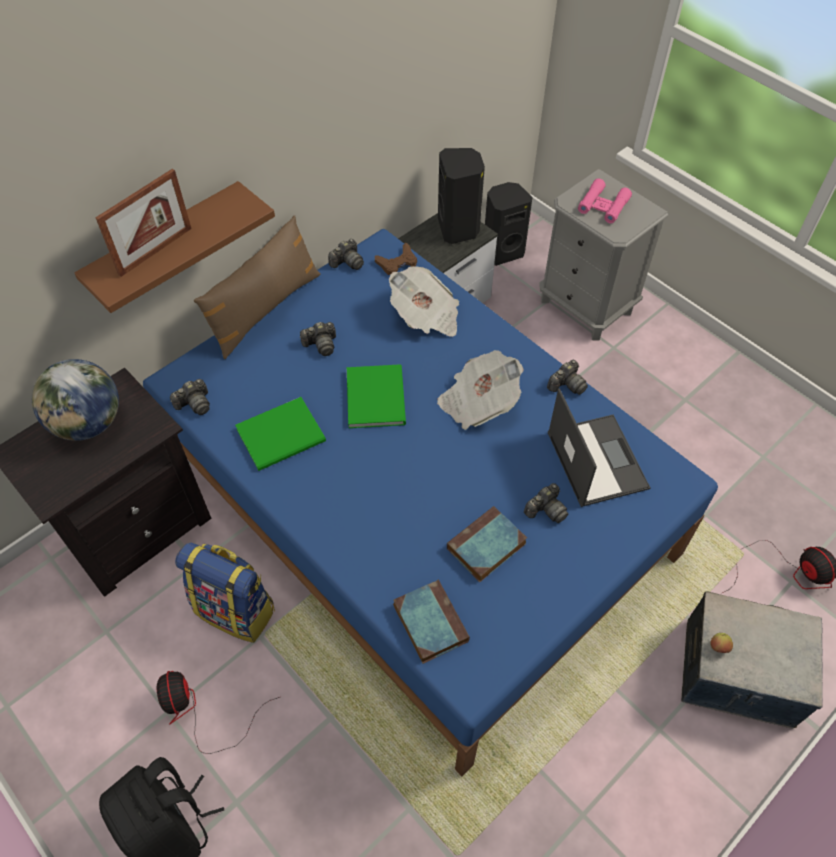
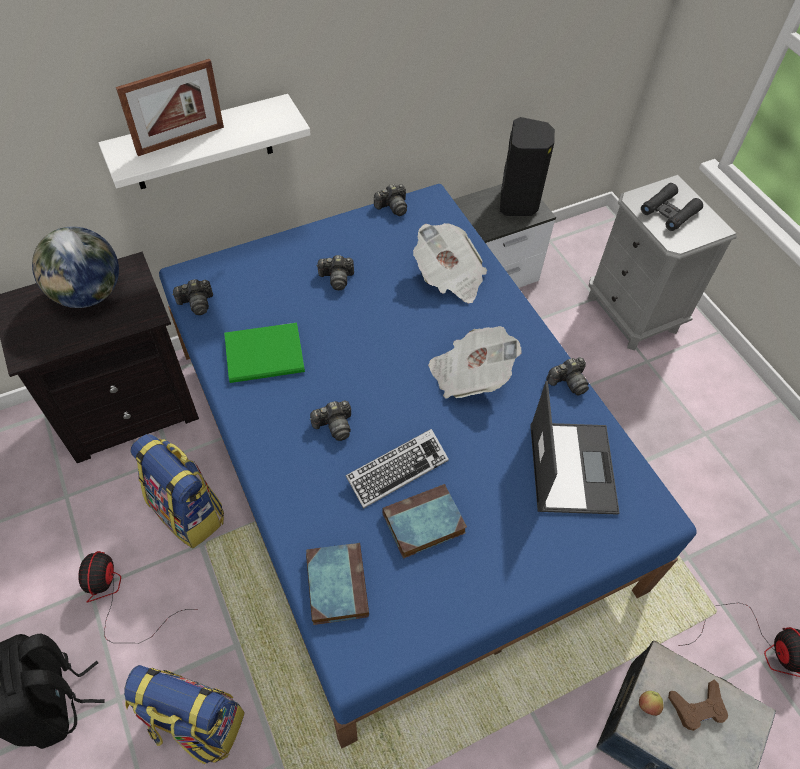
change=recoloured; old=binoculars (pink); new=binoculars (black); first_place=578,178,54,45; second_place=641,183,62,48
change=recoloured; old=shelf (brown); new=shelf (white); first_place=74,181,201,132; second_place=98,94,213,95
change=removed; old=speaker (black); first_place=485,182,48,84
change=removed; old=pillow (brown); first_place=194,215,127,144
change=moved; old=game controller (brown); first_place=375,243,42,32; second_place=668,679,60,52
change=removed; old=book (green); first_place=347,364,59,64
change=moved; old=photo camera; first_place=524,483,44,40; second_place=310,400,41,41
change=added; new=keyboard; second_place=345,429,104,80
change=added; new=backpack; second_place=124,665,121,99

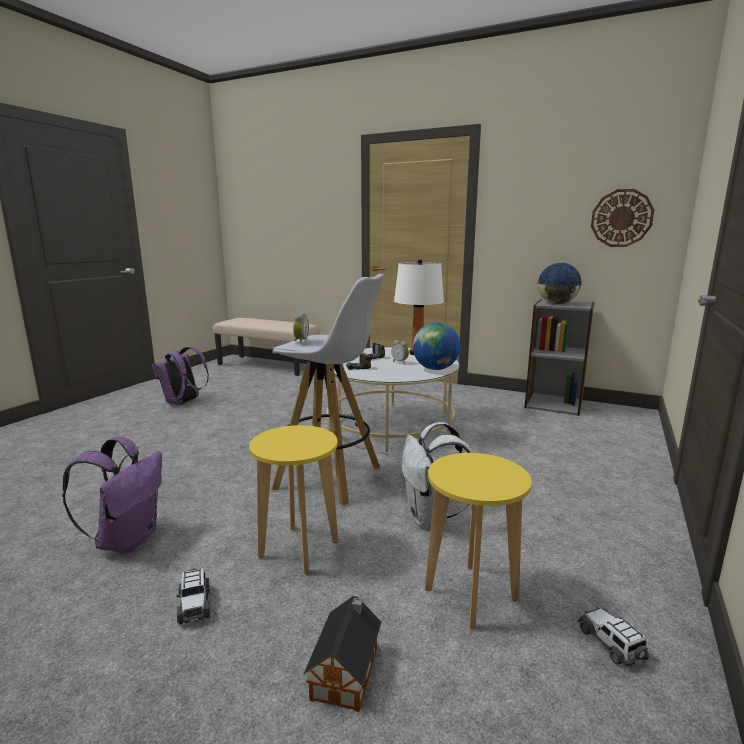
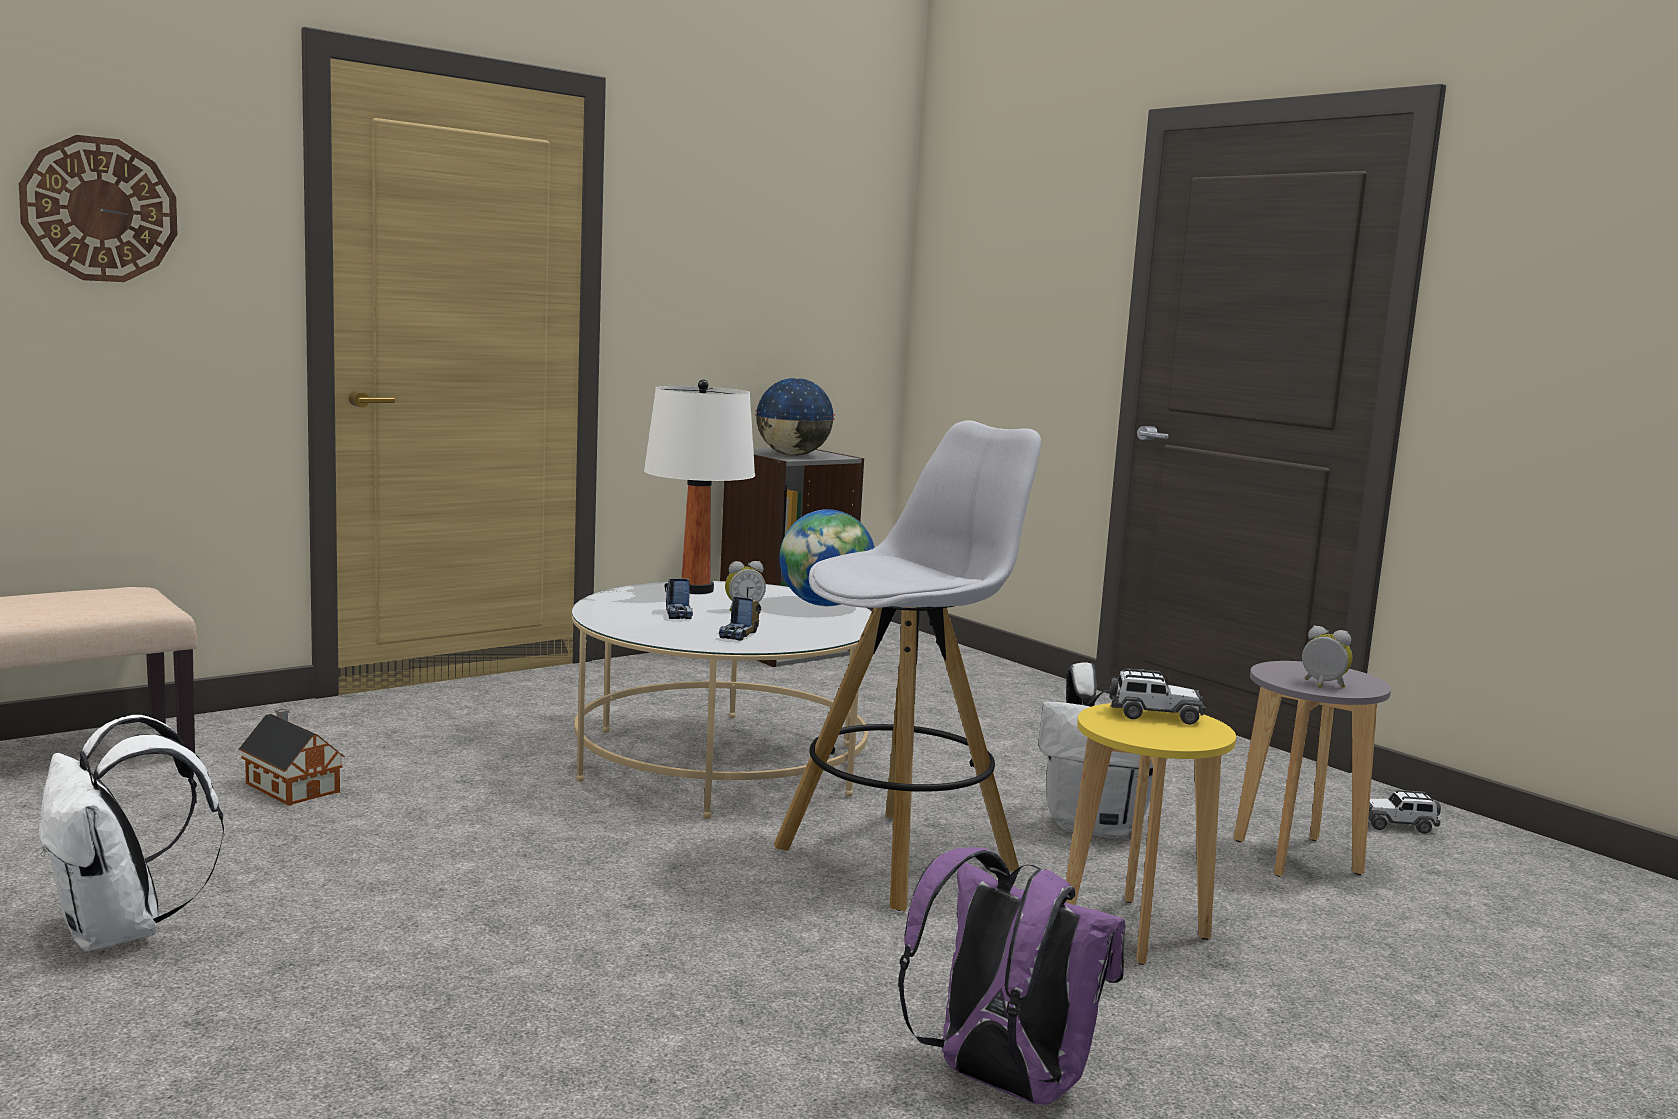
change=moved; old=wall clock; first_place=591,189,63,58; second_place=19,135,158,147
change=moved; old=alarm clock; first_place=293,312,16,31; second_place=1302,626,50,62
change=recoloured; old=backpack (purple); new=backpack (white); first_place=152,347,57,58; second_place=39,715,185,236
change=recoloured; old=stool (yellow); new=stool (grey); first_place=425,453,107,177; second_place=1233,661,158,216
change=moved; old=toy car; first_place=177,568,33,57; second_place=1109,668,96,56
change=moved; old=toy house; first_place=304,596,78,116; second_place=239,708,106,98

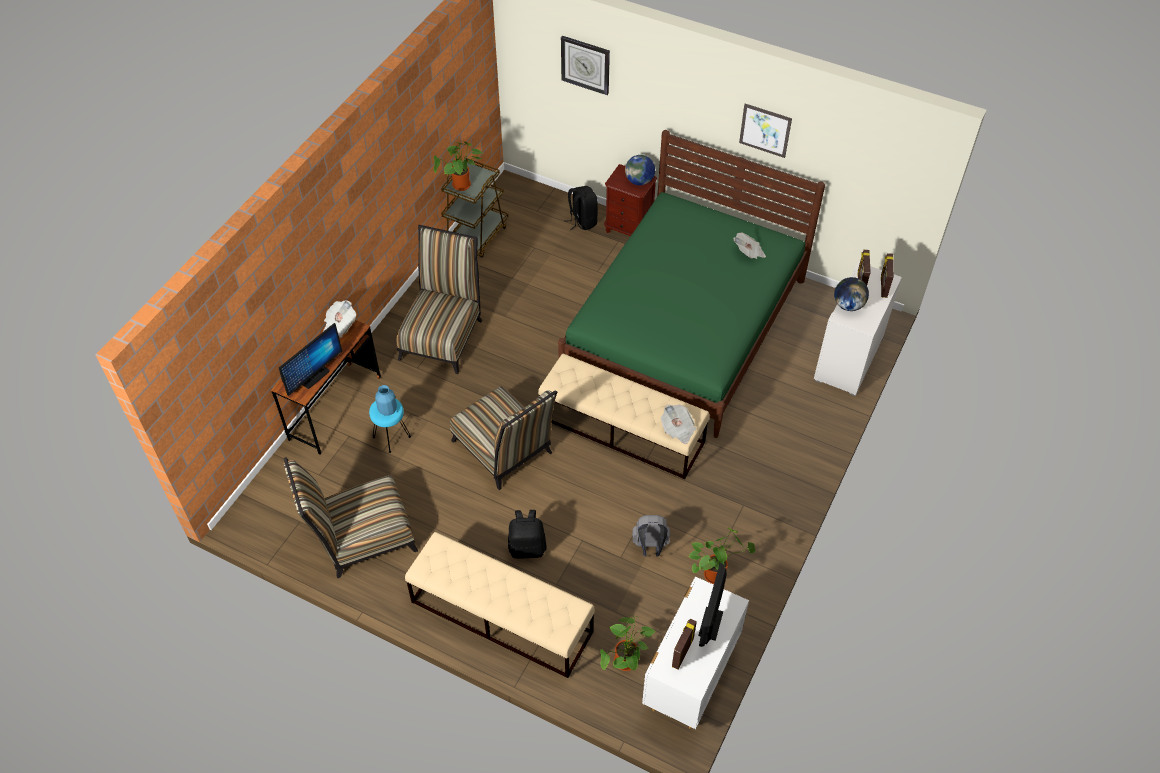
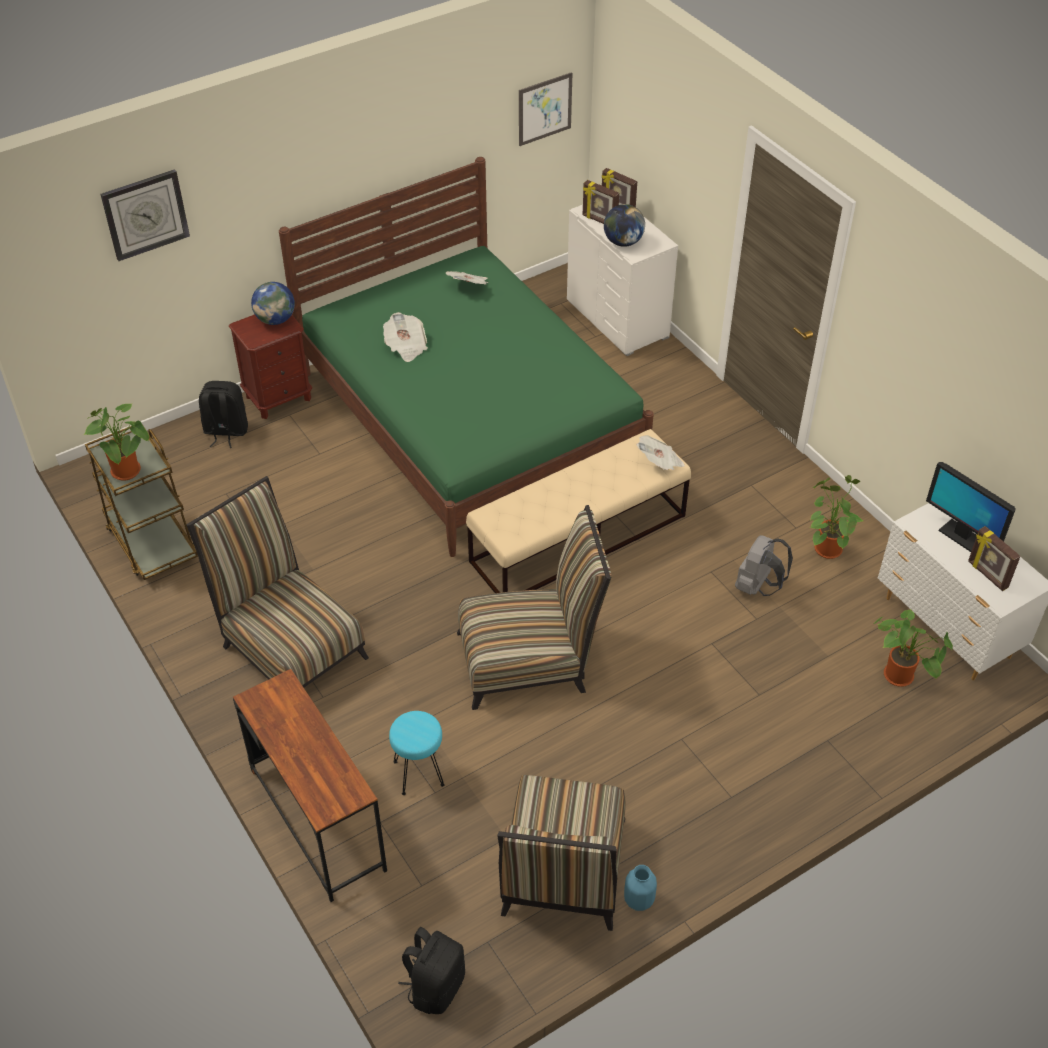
change=moved; old=picture; first_place=739,104,53,54; second_place=519,72,53,74
change=moved; old=newspaper; first_place=323,300,33,38; second_place=383,312,45,50
change=removed; old=monitor; first_place=279,323,63,73
change=moved; old=vase (blue); first_place=375,385,22,31; second_place=624,865,33,46
change=moved; old=backpack (black); first_place=508,510,39,49; second_place=398,927,67,87
change=removed; old=bench (beige); first_place=405,532,190,146

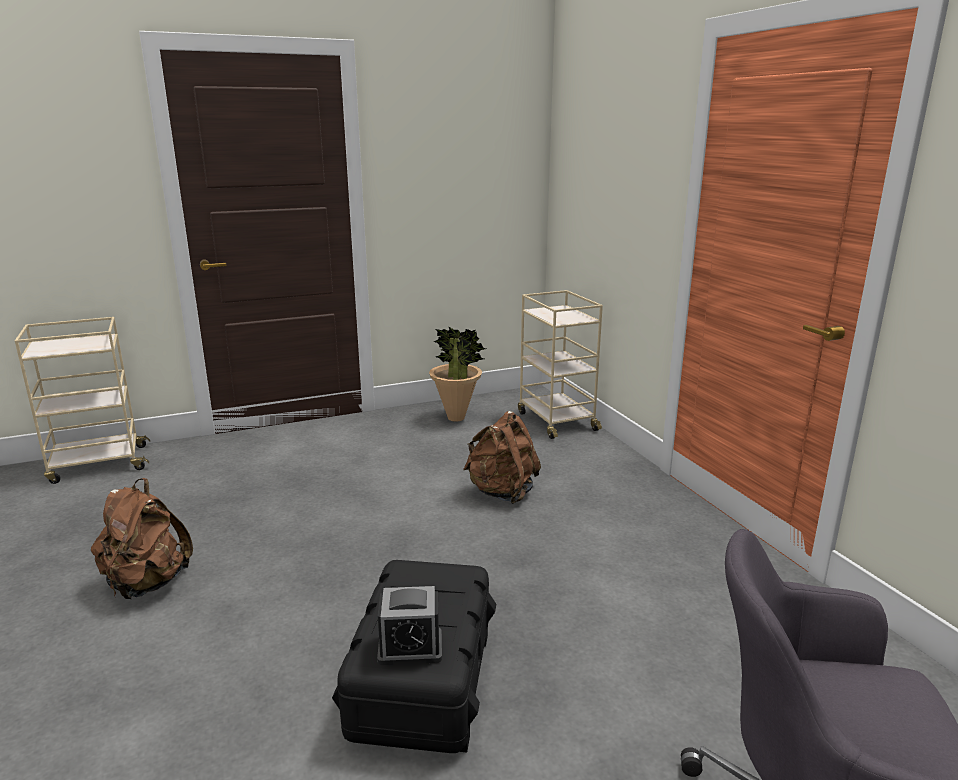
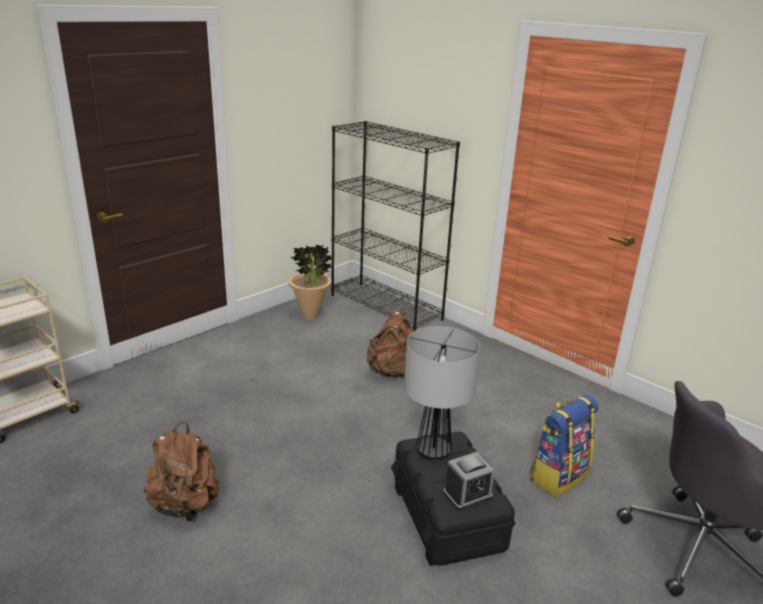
change=replaced; old=cart (beige); new=bookcase (black); first_place=518,290,85,149; second_place=331,121,129,211
change=added; new=table lamp; second_place=404,326,76,133
change=added; new=backpack; second_place=530,394,68,103

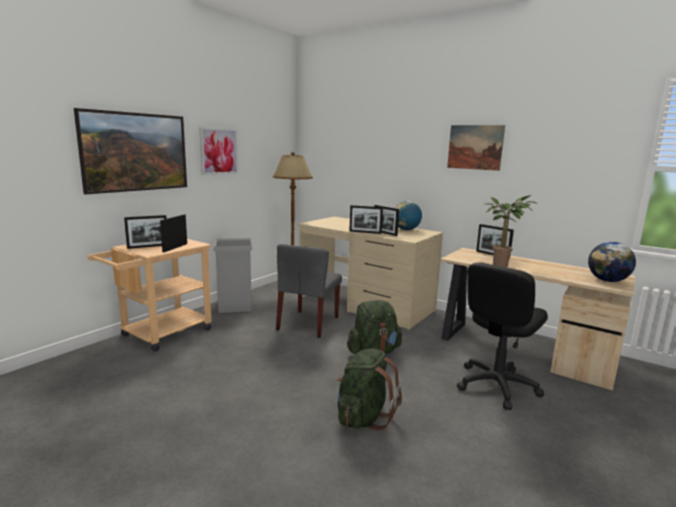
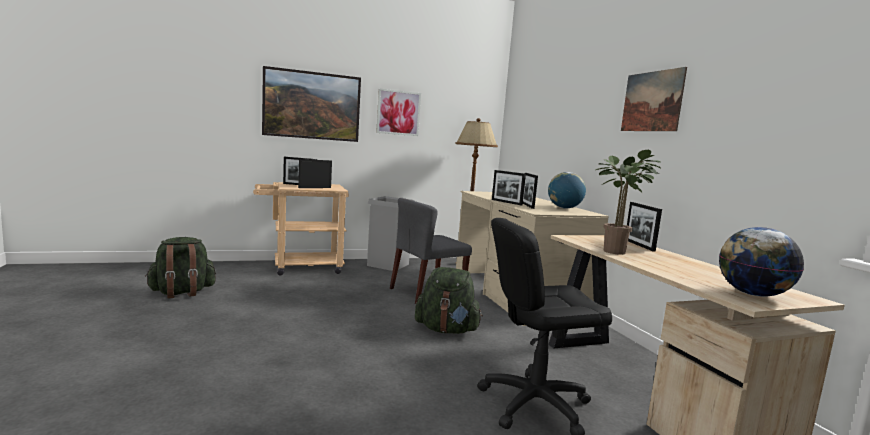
change=moved; old=backpack (green); first_place=337,348,65,83; second_place=145,237,71,62

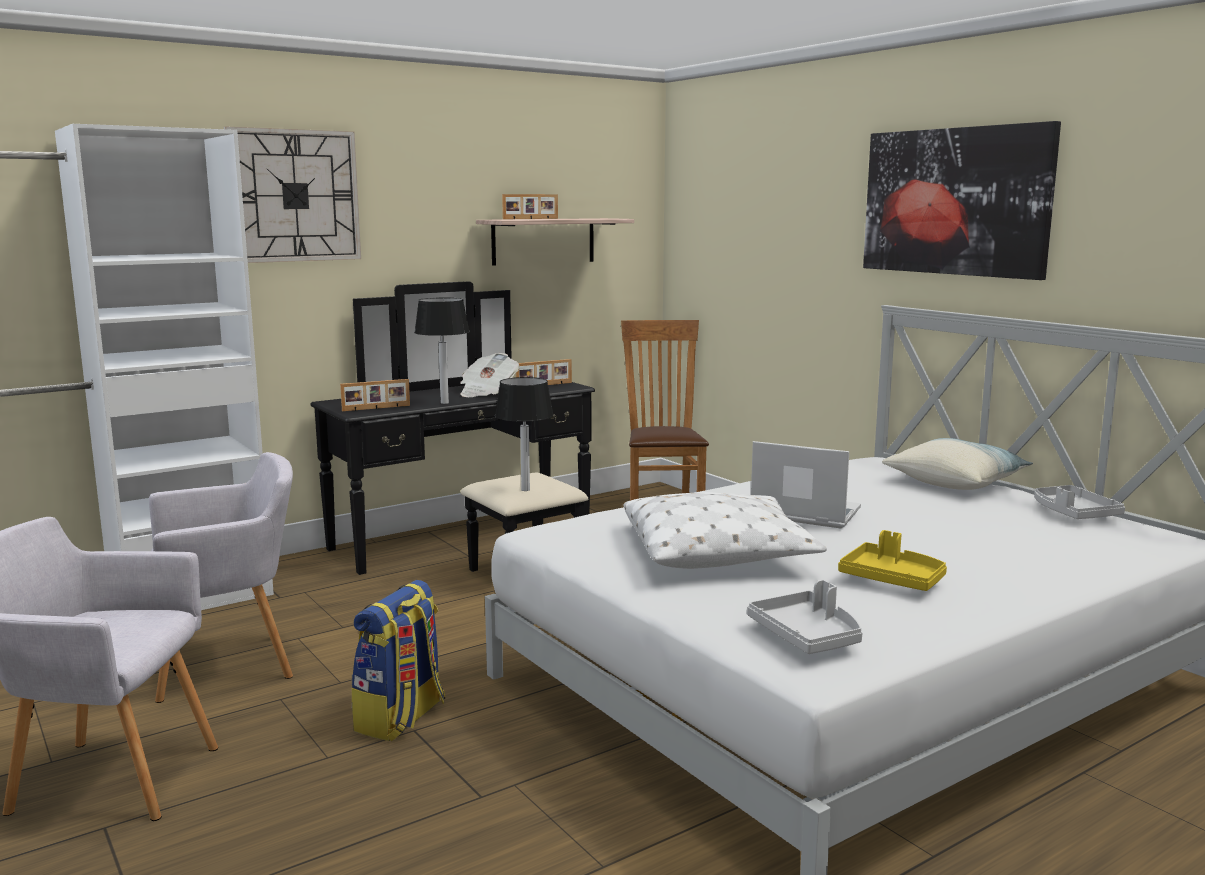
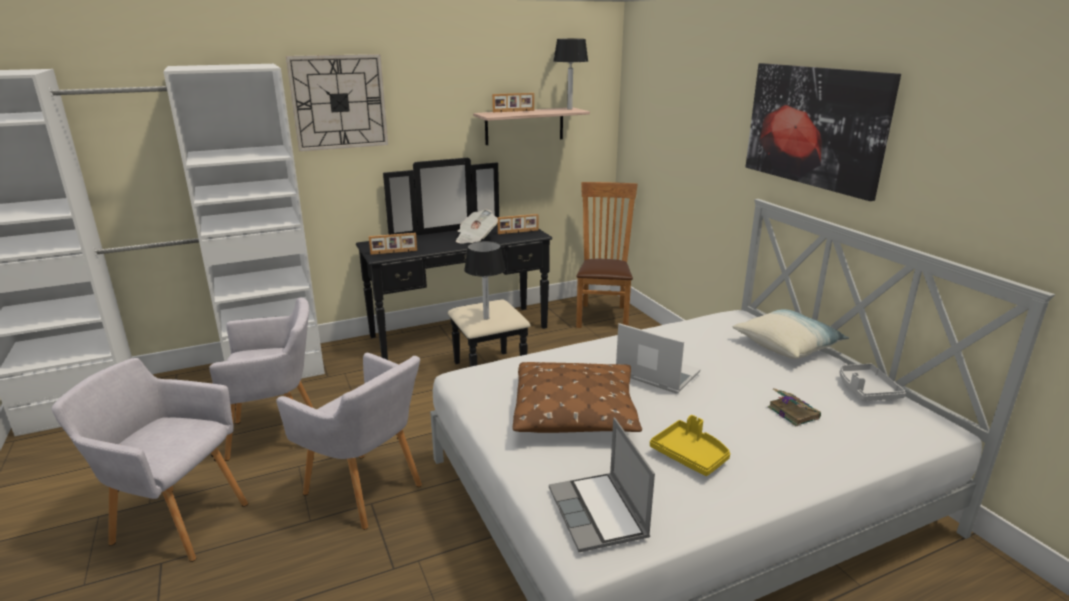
change=moved; old=table lamp; first_place=414,298,56,106; second_place=554,39,34,71
change=recoloured; old=pillow (white); new=pillow (brown); first_place=623,492,204,77; second_place=512,362,130,71
change=replaced; old=backpack; new=armchair (grey); first_place=352,580,93,161; second_place=276,353,146,177
change=replaced; old=tray (grey); new=laptop; first_place=747,580,116,74; second_place=549,418,106,134
change=added; new=book; second_place=768,388,53,38

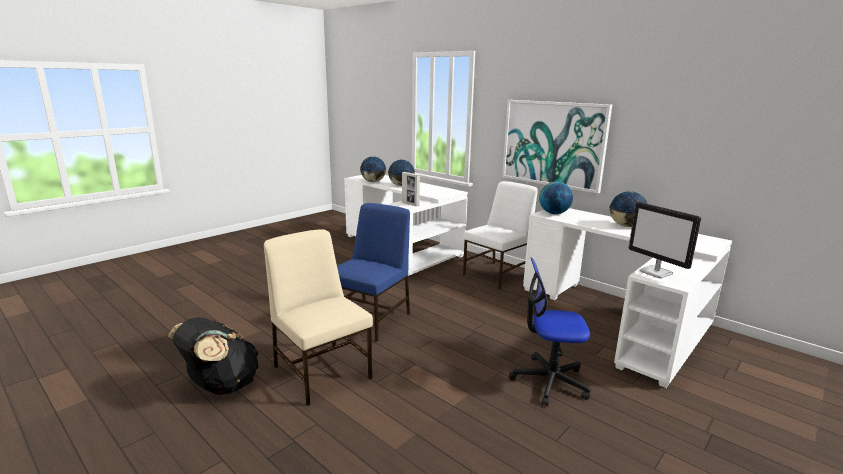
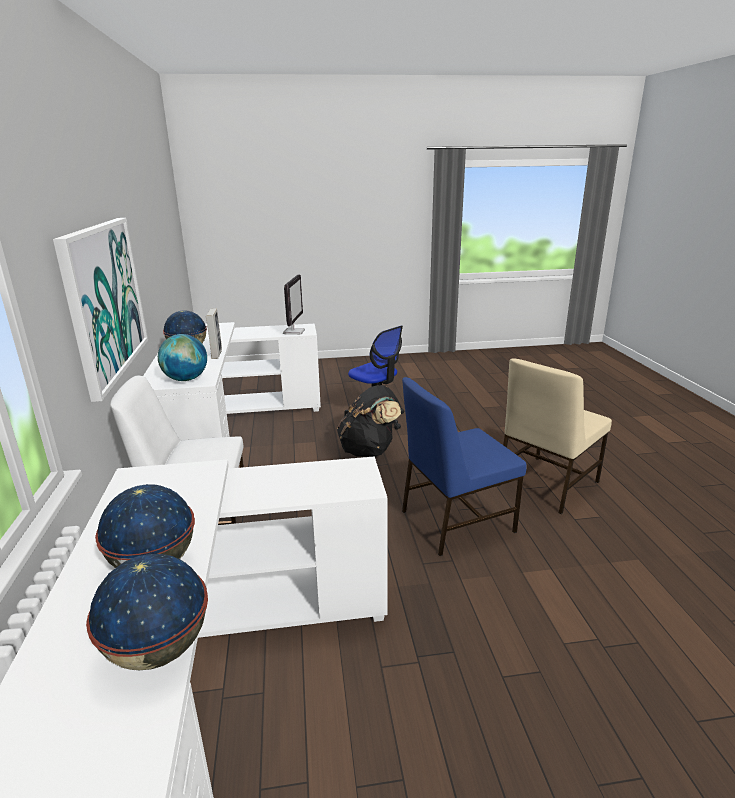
change=moved; old=picture frame; first_place=402,172,18,34; second_place=206,308,16,51
change=turned; old=chair (beige); first_place=264,229,109,177; second_place=499,359,113,155; degrees=45
change=moved; old=backpack (black); first_place=169,317,90,78; second_place=337,385,64,72

